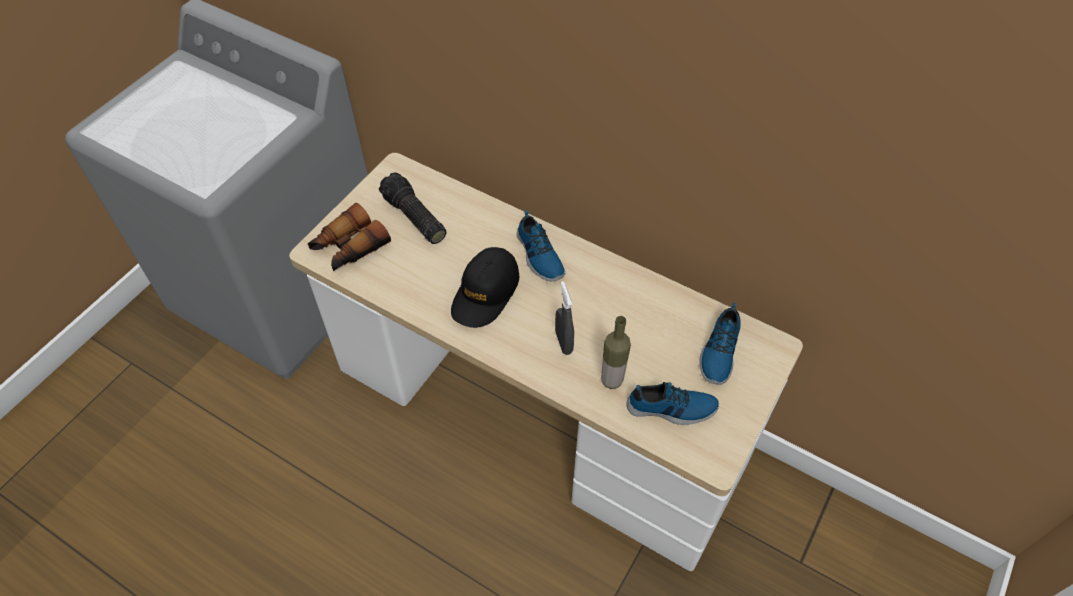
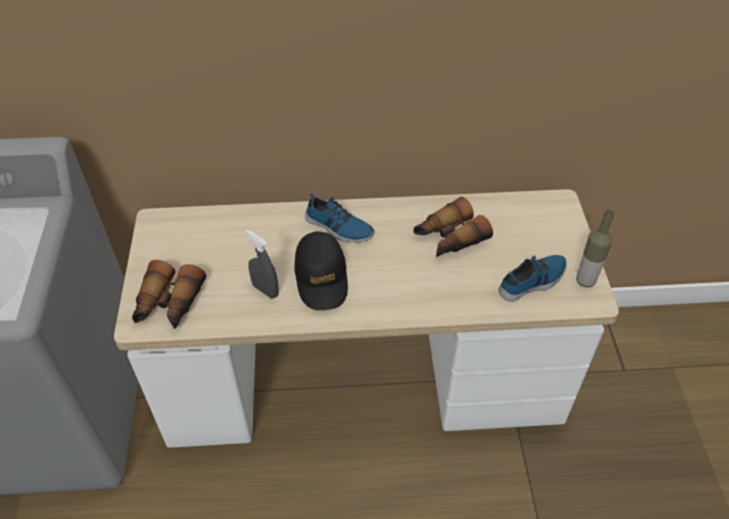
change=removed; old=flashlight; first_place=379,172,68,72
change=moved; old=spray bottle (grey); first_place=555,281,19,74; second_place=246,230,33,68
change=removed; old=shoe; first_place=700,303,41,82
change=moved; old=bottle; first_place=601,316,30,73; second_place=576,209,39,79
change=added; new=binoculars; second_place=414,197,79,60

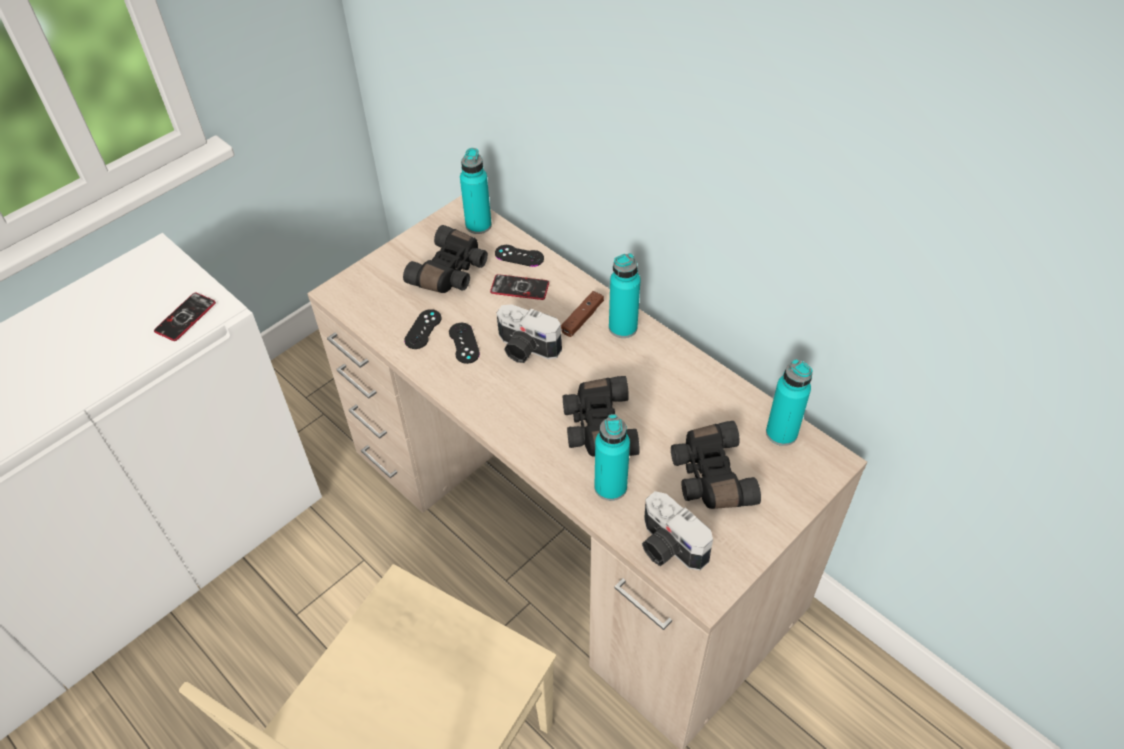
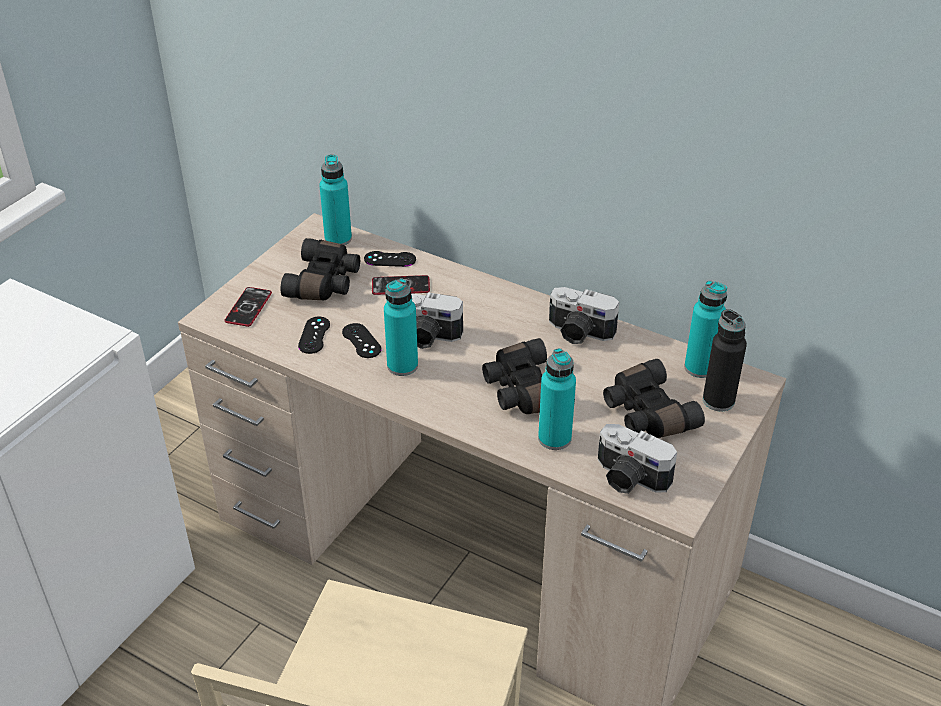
change=moved; old=bottle (turquoise); first_place=609,253,32,85; second_place=384,278,34,98
change=removed; old=game controller (brown); first_place=561,291,43,46
change=moved; old=phone; first_place=154,293,62,48; second_place=224,287,48,40
change=added; new=photo camera; second_place=549,287,70,57
change=added; new=bottle (black); second_place=703,309,44,102

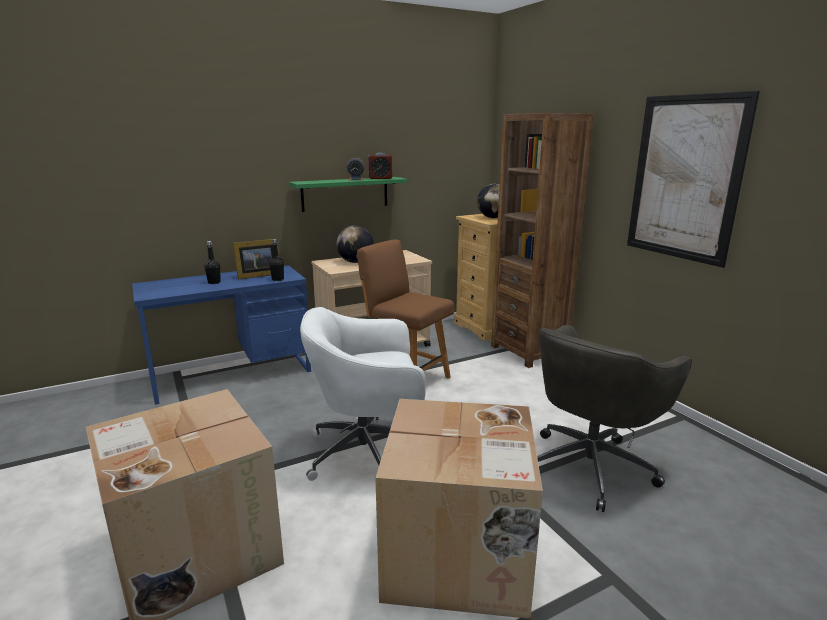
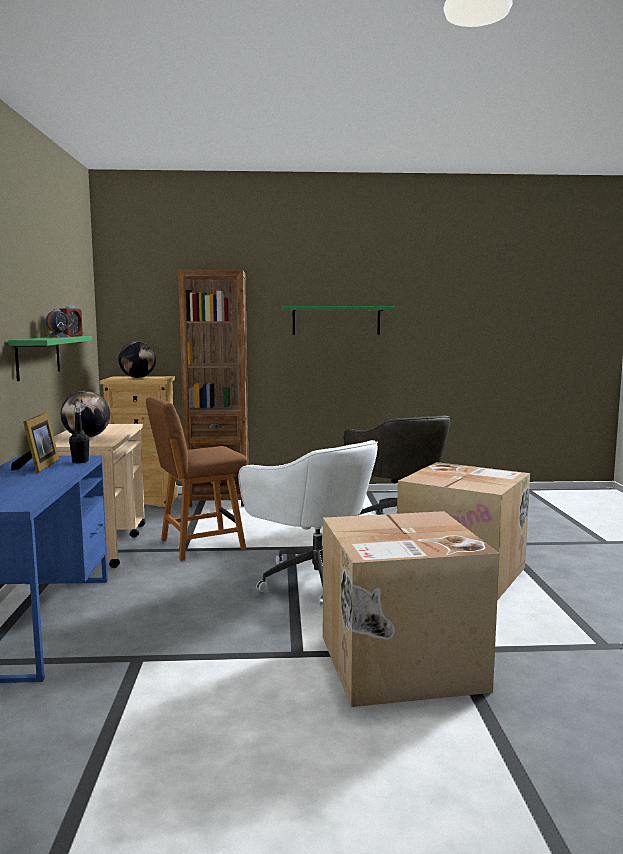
change=replaced; old=picture; new=shelf (green); first_place=627,91,133,177; second_place=282,306,113,29
change=removed; old=bottle (black); first_place=204,241,17,43
change=turned; old=office chair (white); first_place=300,307,126,174; second_place=239,440,139,165; degrees=-60

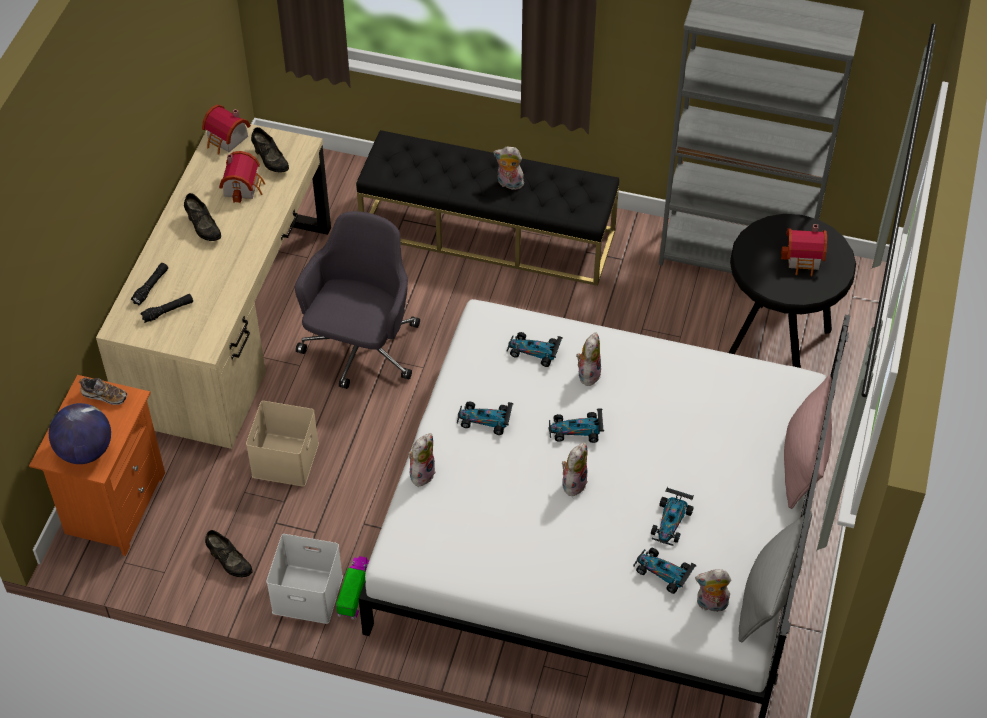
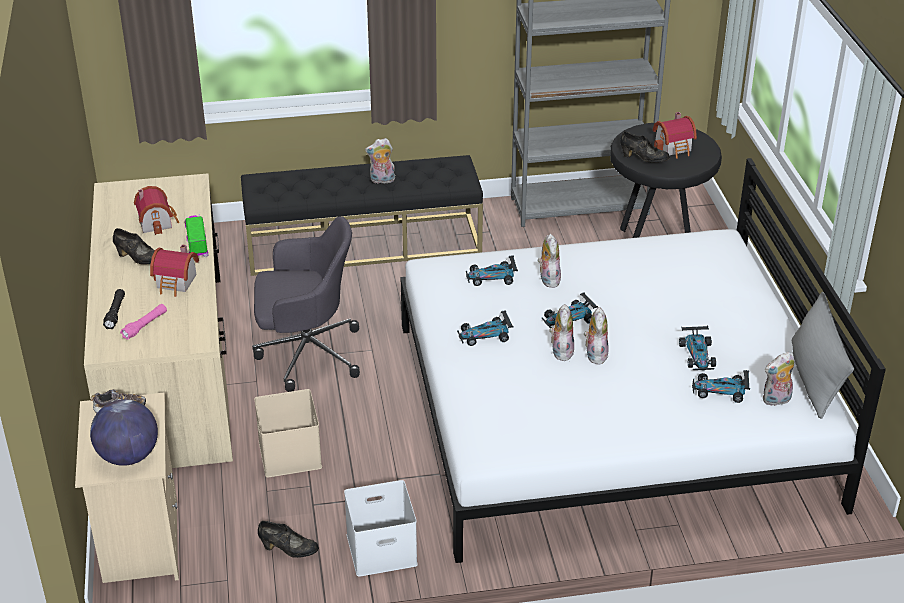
change=moved; old=toy house; first_place=202,105,49,50; second_place=150,245,49,52
change=moved; old=shoe (black); first_place=251,127,38,46; second_place=620,131,50,31
change=turned; old=office chair (grey); first_place=295,211,125,178; second_place=252,216,108,176; degrees=90
change=recoloured; old=flashlight (black); new=flashlight (pink); first_place=140,294,53,29; second_place=120,304,47,36
change=recoloured; old=nightstand (orange); new=nightstand (beige); first_place=29,375,136,181; second_place=75,392,104,191
change=removed; old=pillow (pink); first_place=784,376,48,133
change=moved; old=plush toy; first_place=408,433,28,54; second_place=549,304,25,57
change=moved; old=toy truck; first_place=336,556,33,64; second_place=185,214,24,44

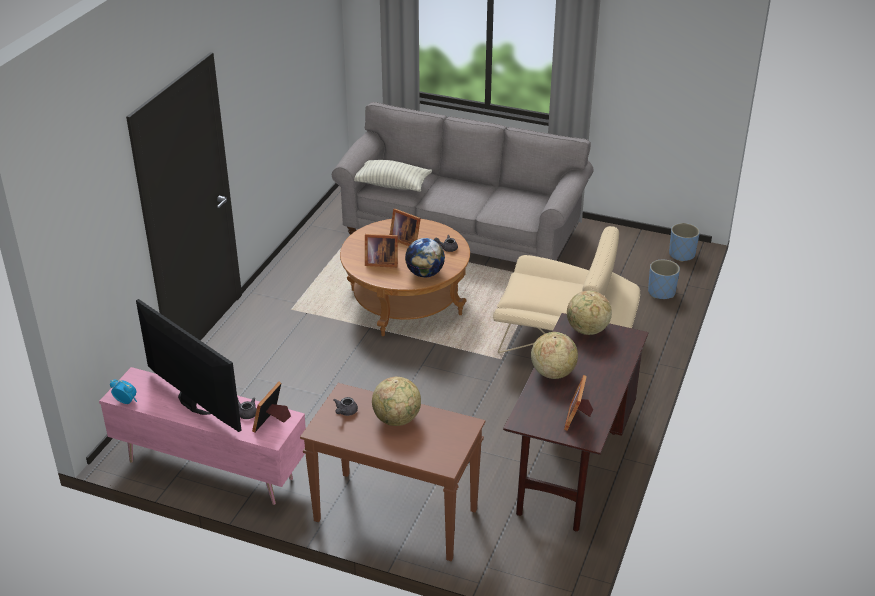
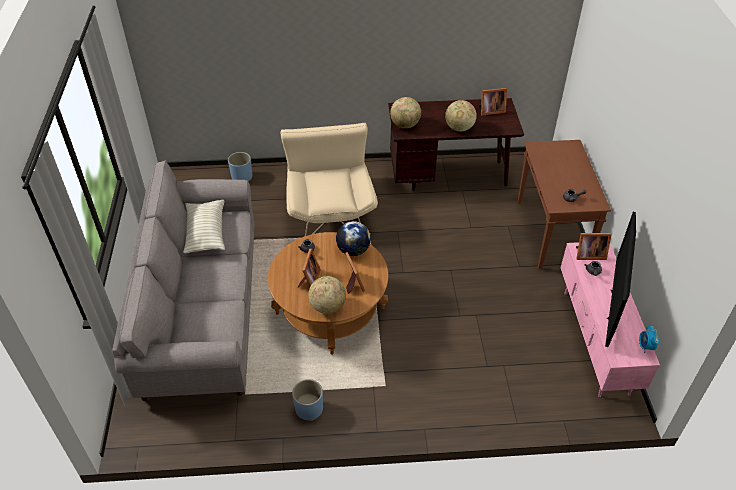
change=moved; old=pillow; first_place=354,160,78,32; second_place=183,200,42,53
change=moved; old=planter (blue); first_place=669,223,31,39; second_place=292,379,31,42
change=moved; old=globe; first_place=372,377,49,49; second_place=308,276,38,38

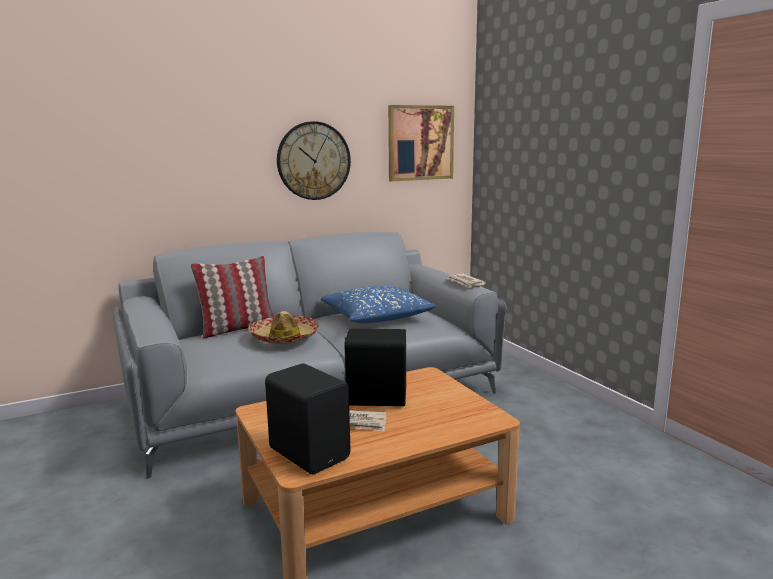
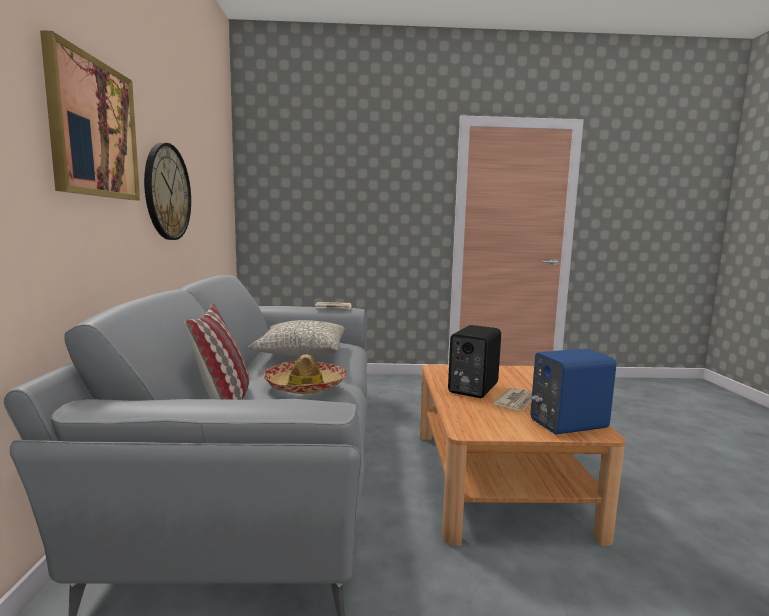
change=moved; old=picture; first_place=388,105,66,76; second_place=40,30,100,170
change=recoloured; old=pillow (blue); new=pillow (grey); first_place=321,286,115,37; second_place=248,320,97,36
change=recoloured; old=speaker (black); new=speaker (blue); first_place=265,363,85,111; second_place=530,349,86,85

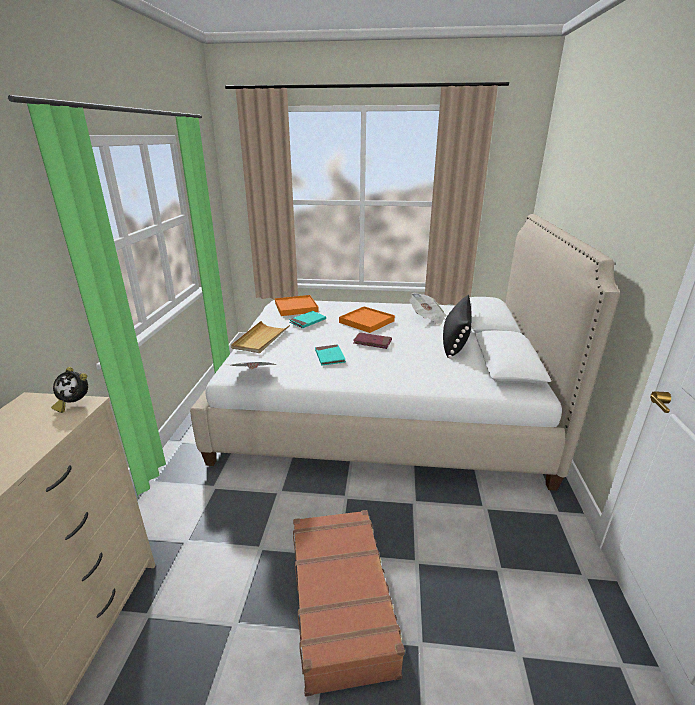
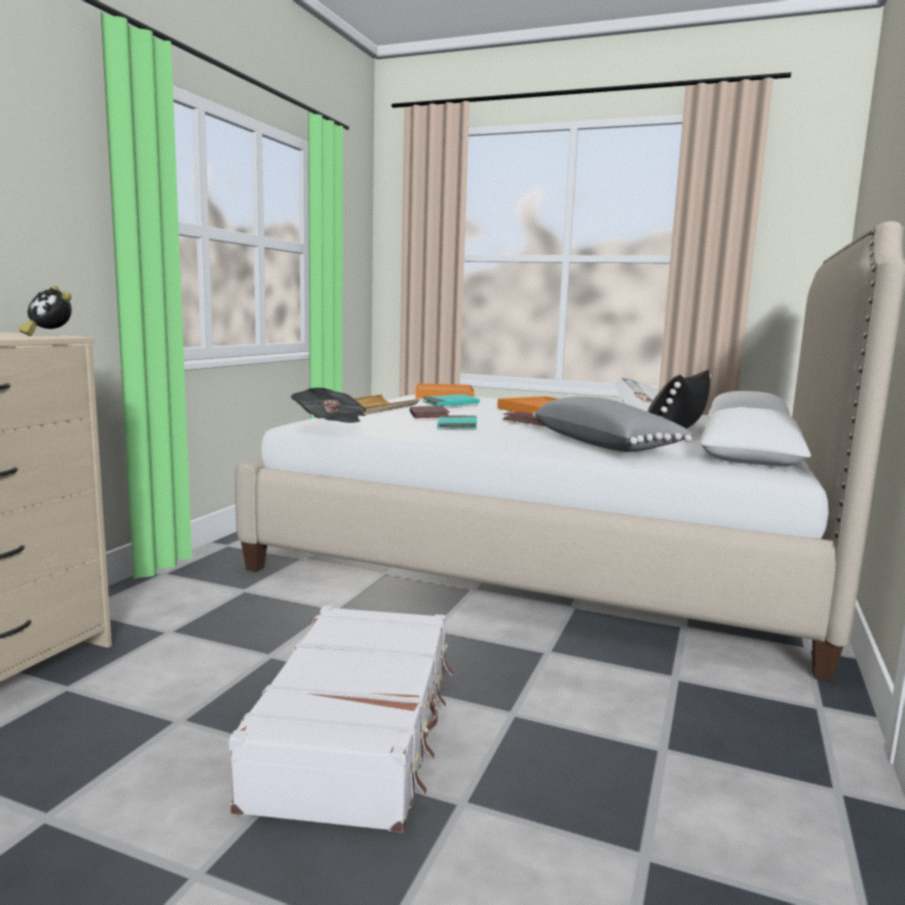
change=recoloured; old=suitcase (brown); new=suitcase (white); first_place=293,510,112,186; second_place=229,606,224,227
change=added; new=pillow (grey); second_place=533,396,161,56
change=added; new=book (red); second_place=410,406,40,12

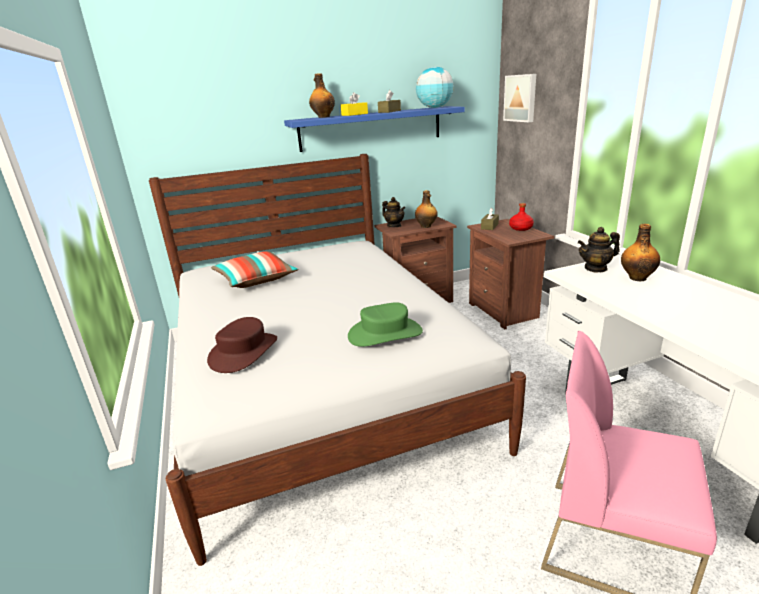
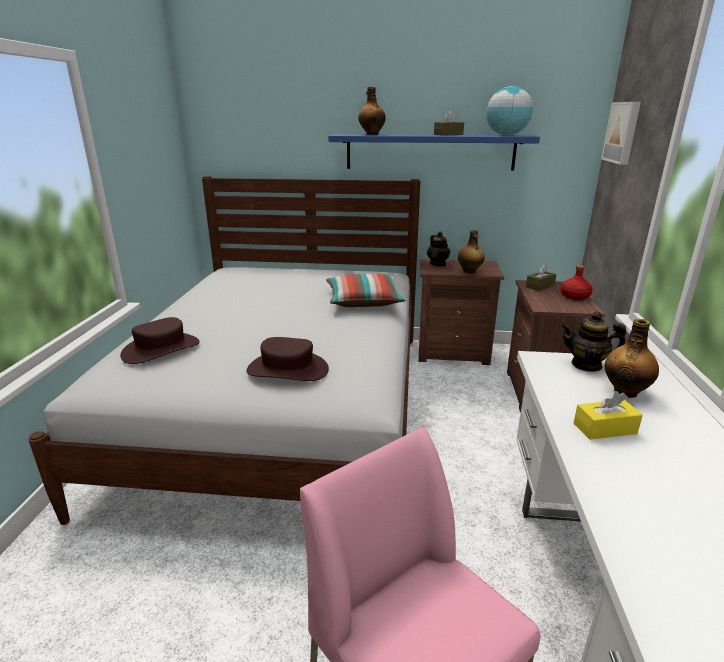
change=moved; old=tissue box (yellow); first_place=341,92,27,24; second_place=574,391,69,49
change=moved; old=pillow; first_place=211,251,88,37; second_place=326,274,80,33
change=recoloured; old=hat (green); new=hat (brown); first_place=348,303,75,44; second_place=246,337,83,44

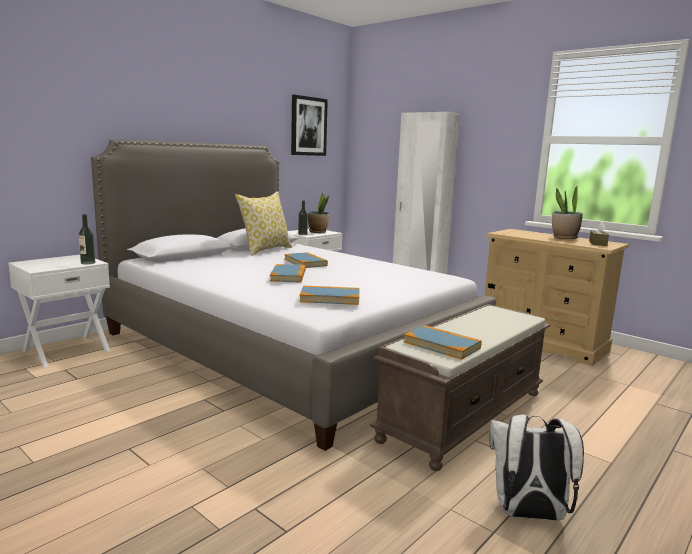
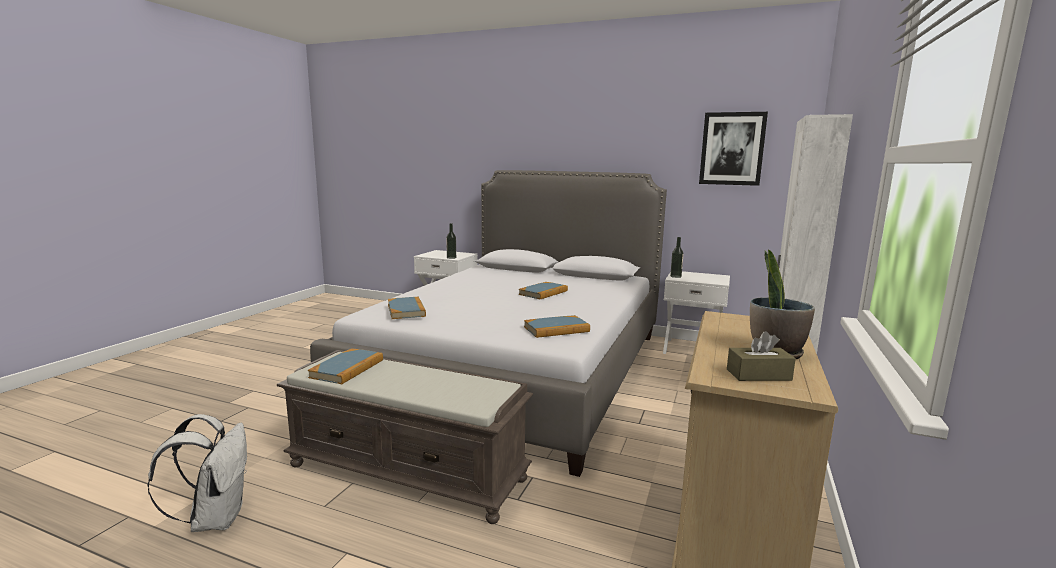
change=removed; old=pillow; first_place=235,191,57,65
change=removed; old=potted plant; first_place=308,192,22,41
change=moved; old=book; first_place=270,264,36,19; second_place=524,315,66,23

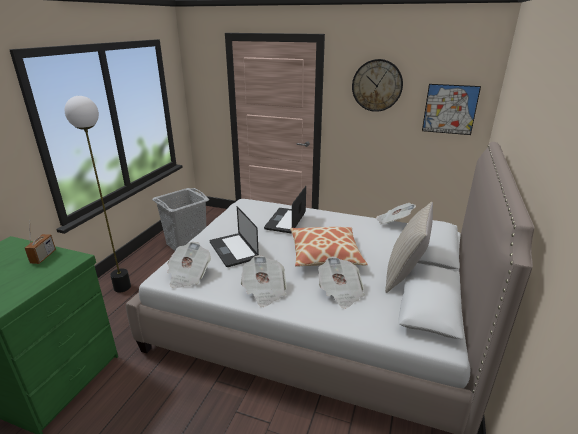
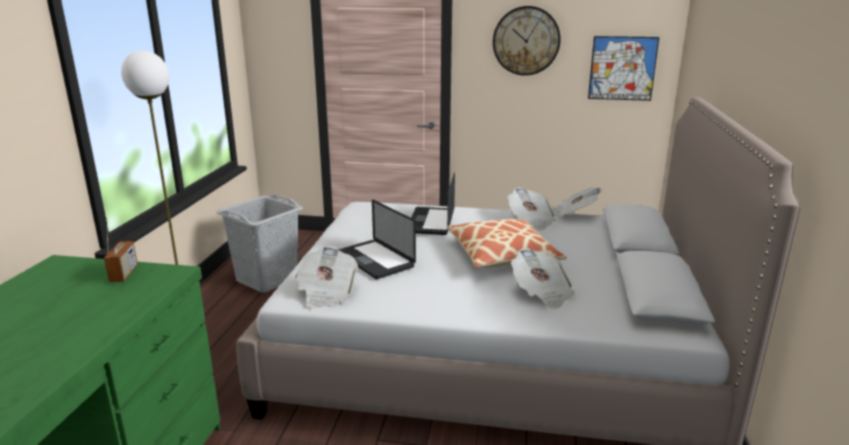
change=removed; old=pillow (beige); first_place=385,202,48,91
change=moved; old=newspaper; first_place=241,255,46,52; second_place=508,187,49,44

